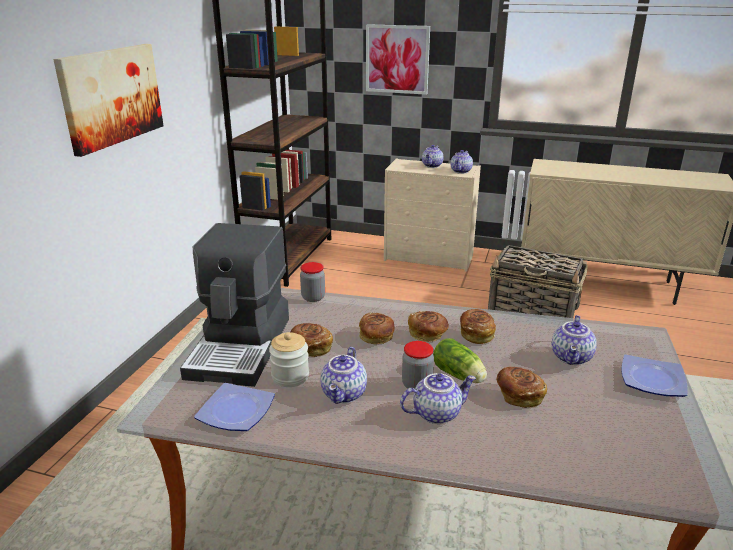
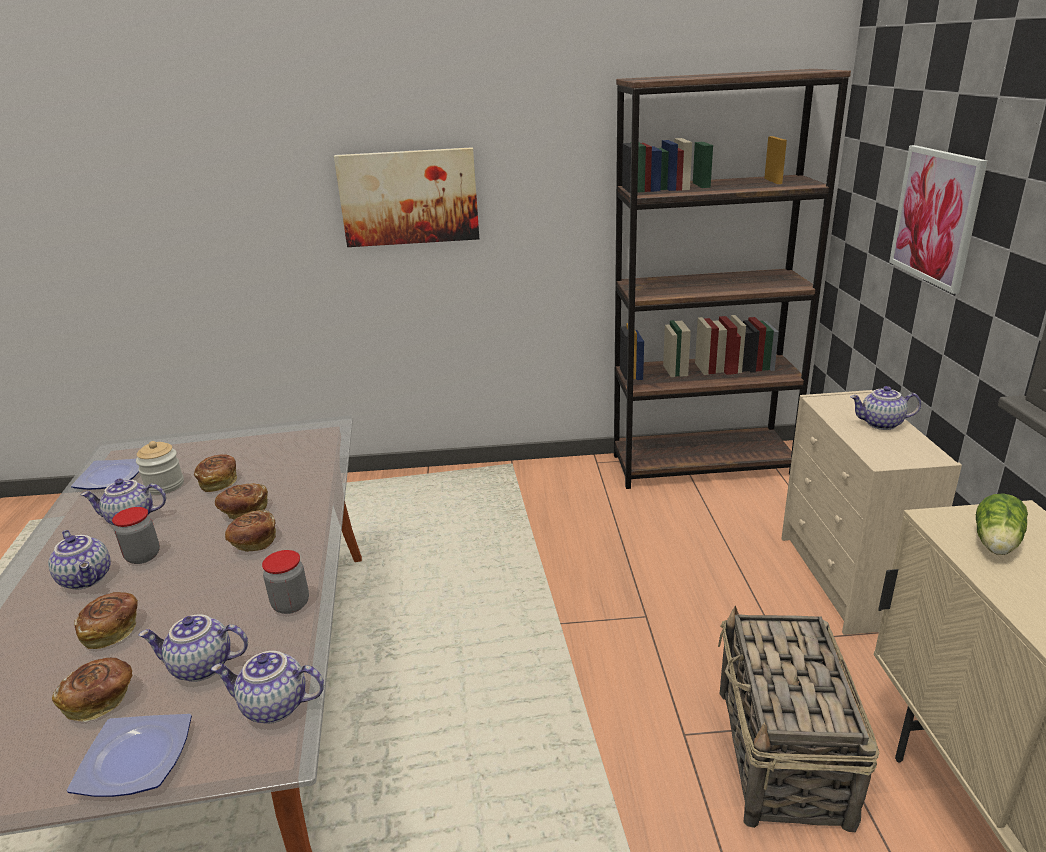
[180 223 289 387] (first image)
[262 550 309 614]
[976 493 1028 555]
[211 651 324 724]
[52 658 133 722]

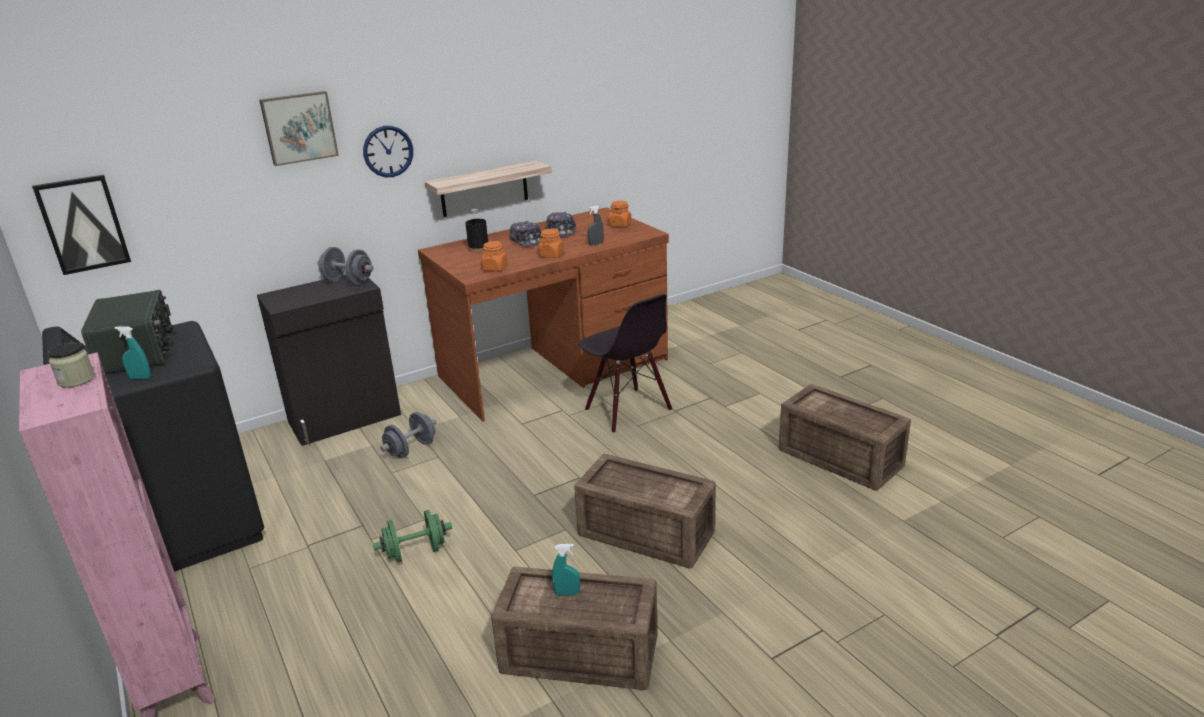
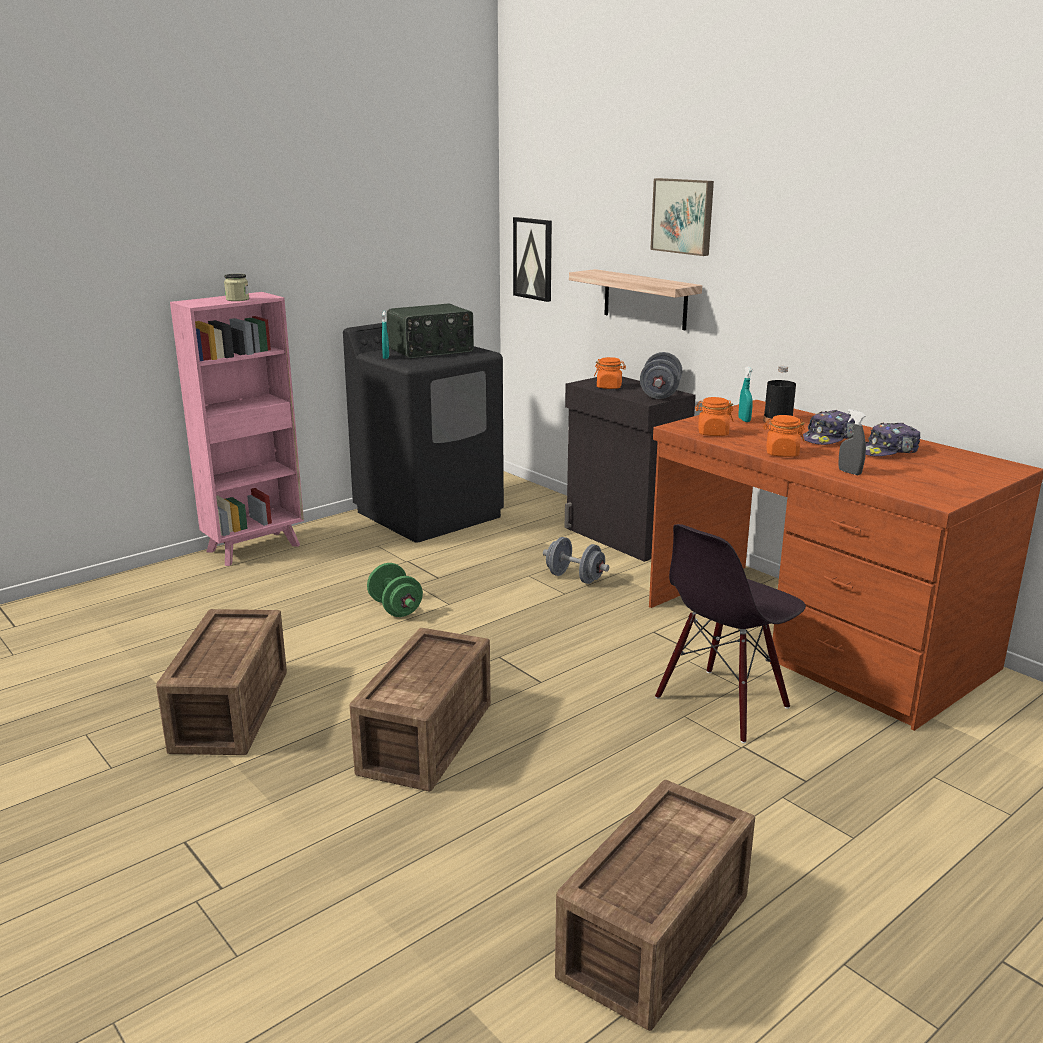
[363 126 413 177] (first image)
[569 269 702 330]
[739 366 753 422]
[594 357 626 389]

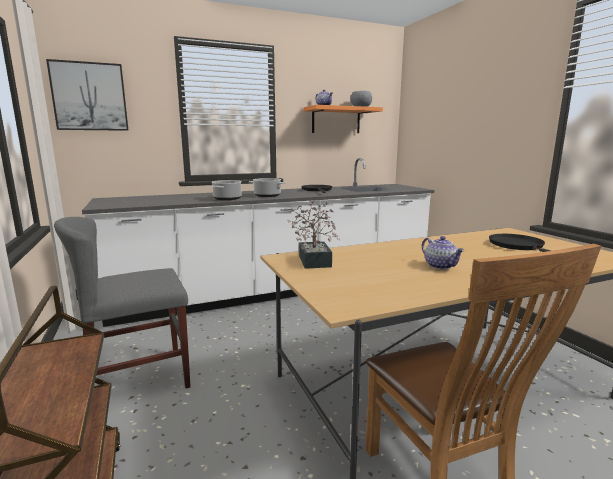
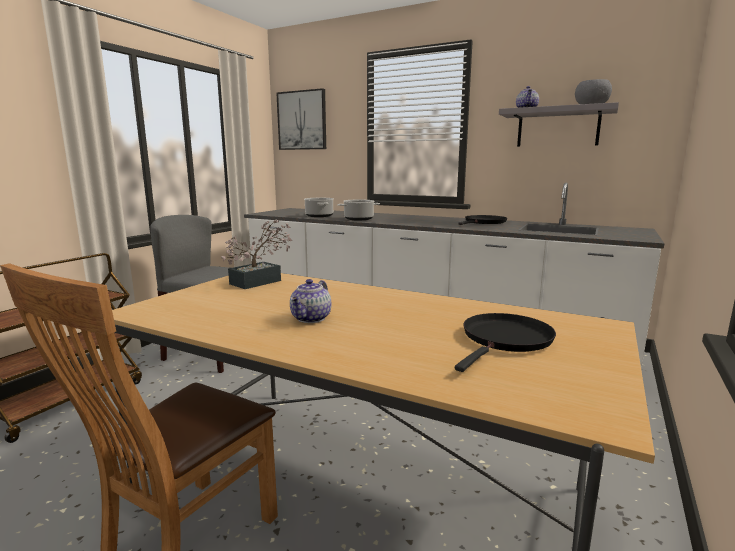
[304 198 333 217]
[499 102 619 147]

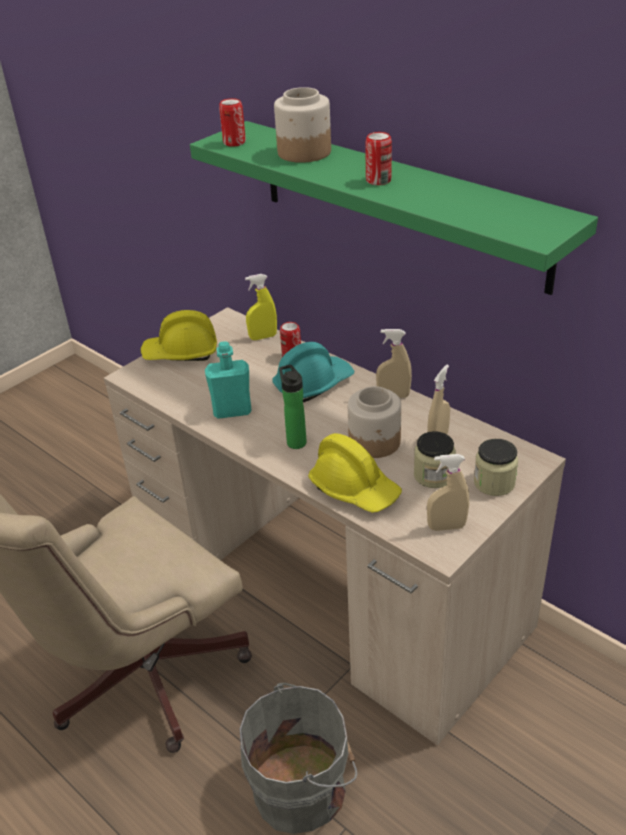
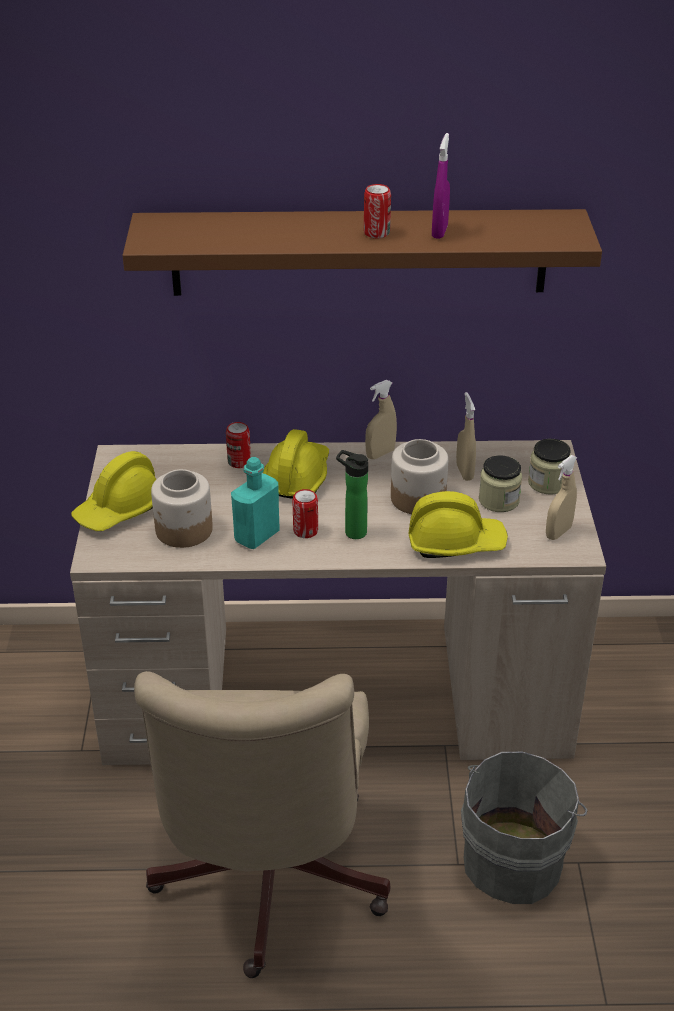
[123 209 602 296]
[292 489 318 538]
[245 274 277 340] (first image)
[263 429 329 499]
[151 469 213 548]
[432 133 450 239]

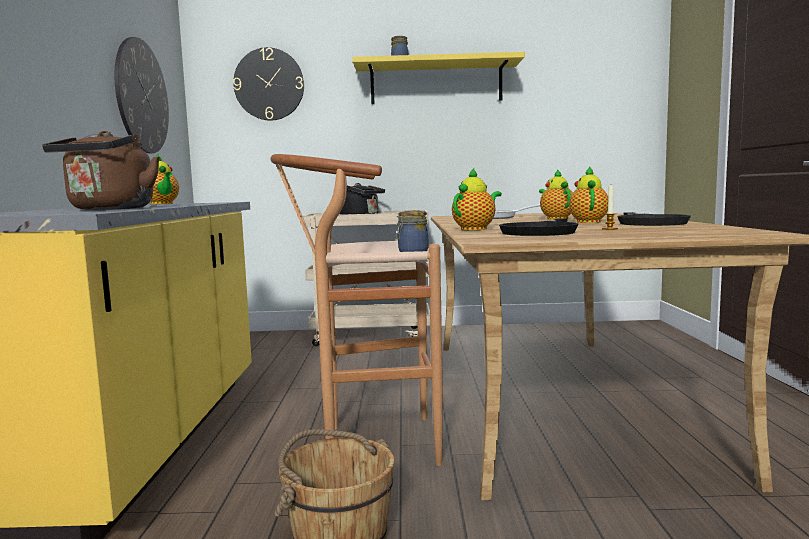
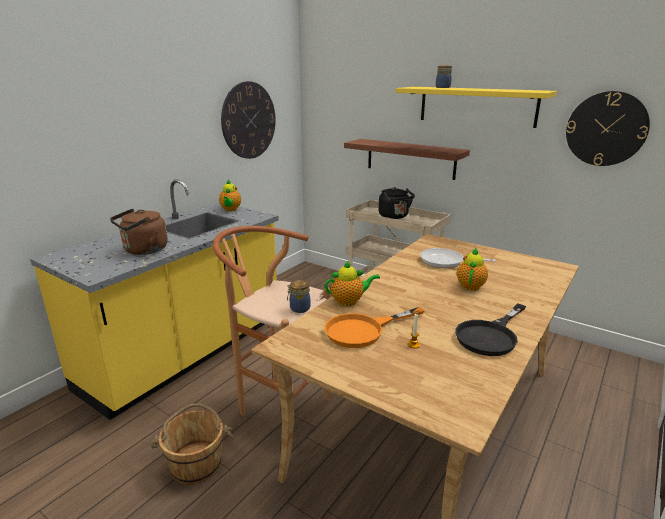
[566 91 650 166]
[325 307 424 348]
[569 166 608 223] (first image)
[344 139 470 180]

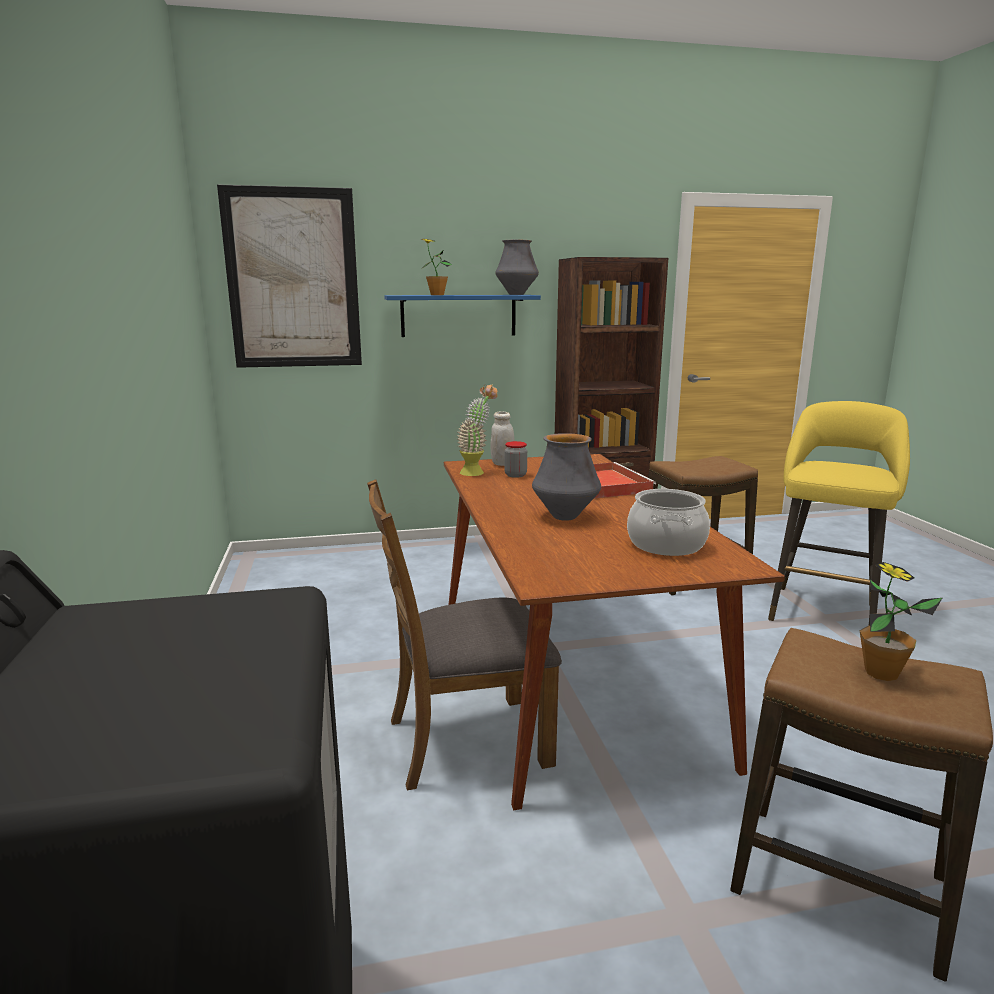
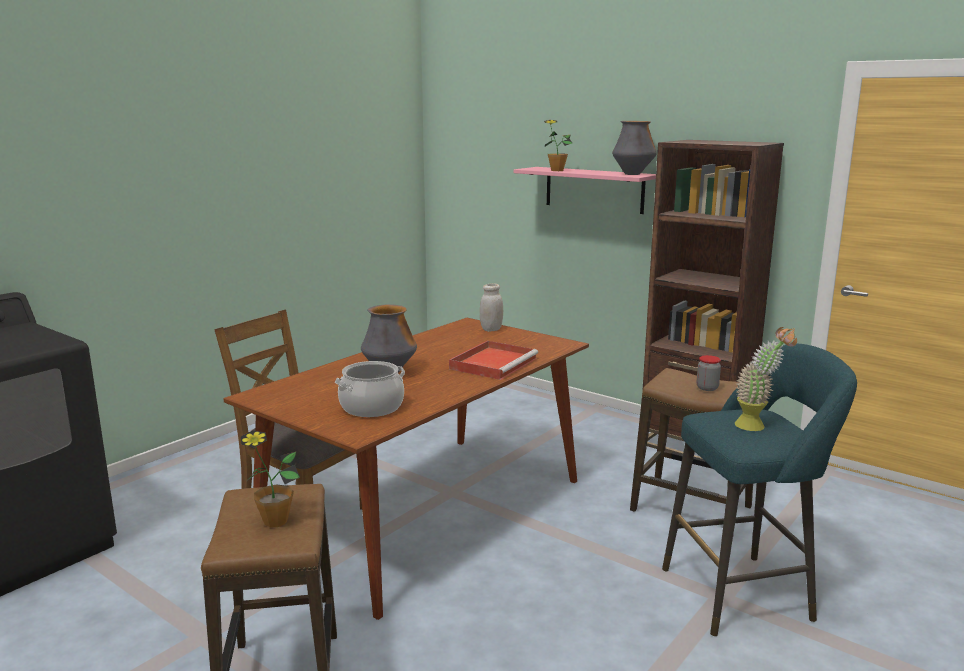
[217 184 362 368] (first image)
[514 167 656 214]
[734 327 797 431]
[697 355 721 391]
[662 344 857 636]

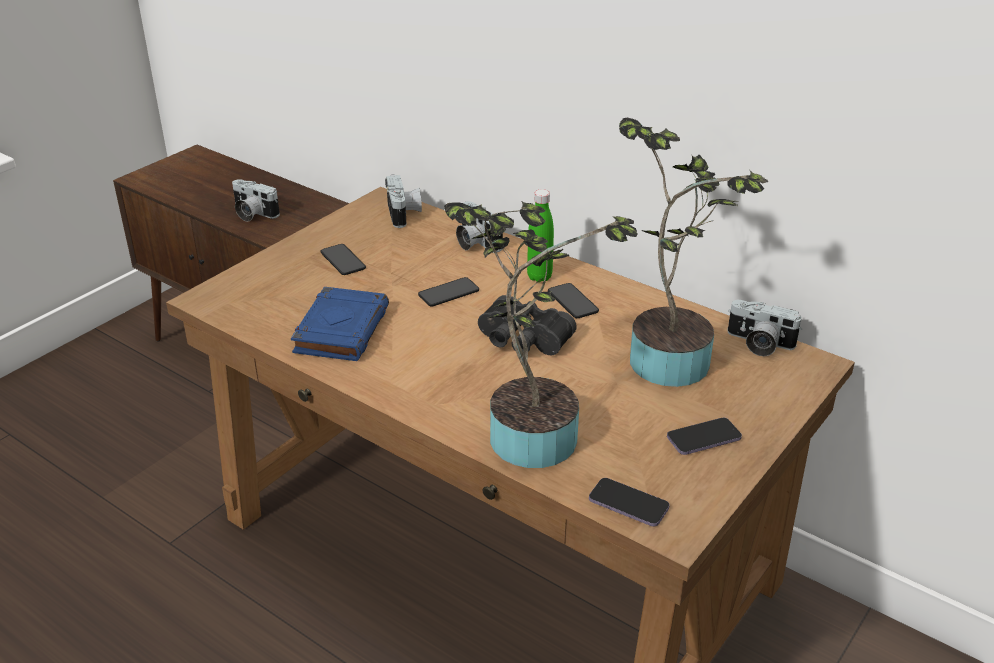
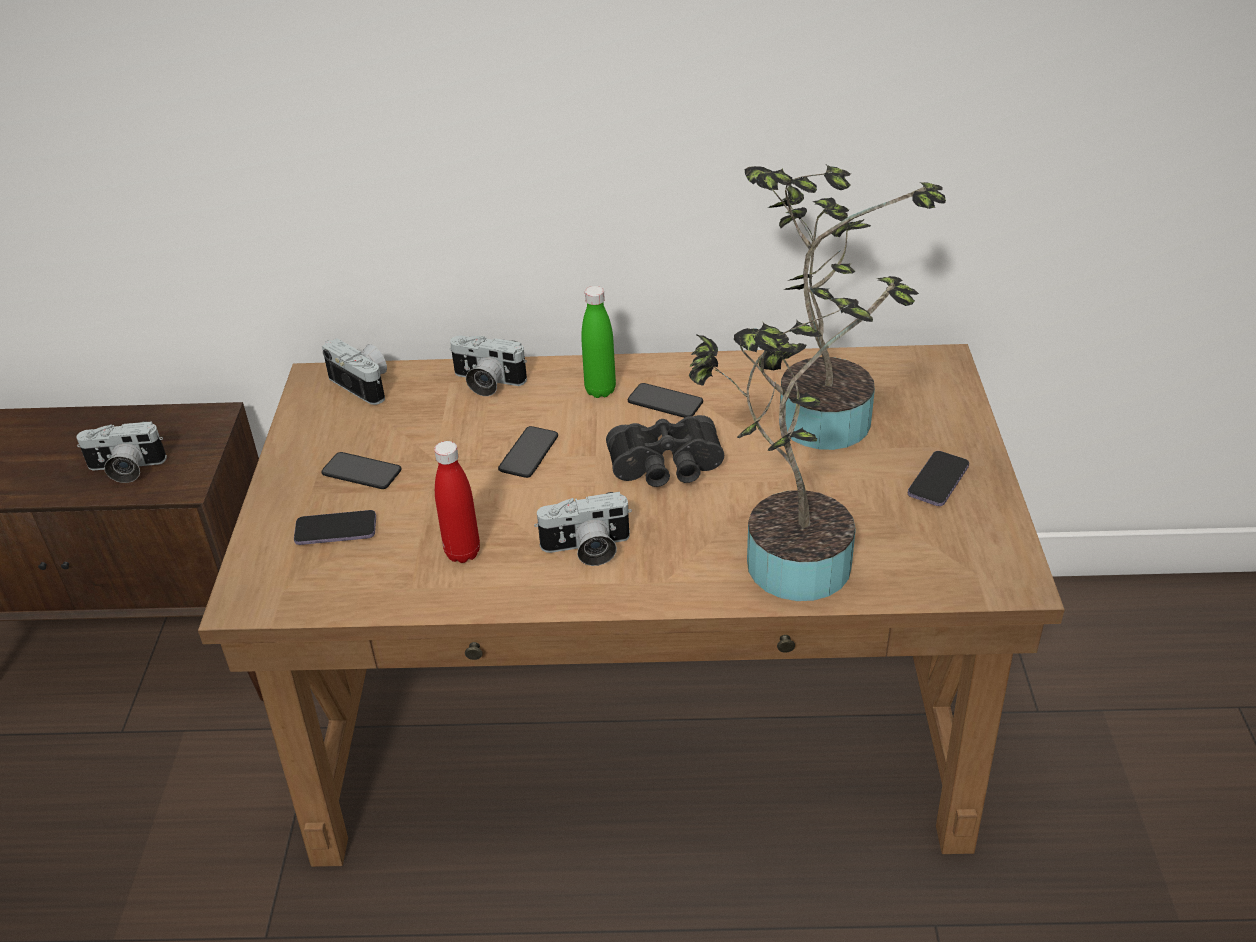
[434 441 480 563]
[294 510 376 545]
[534 492 632 566]

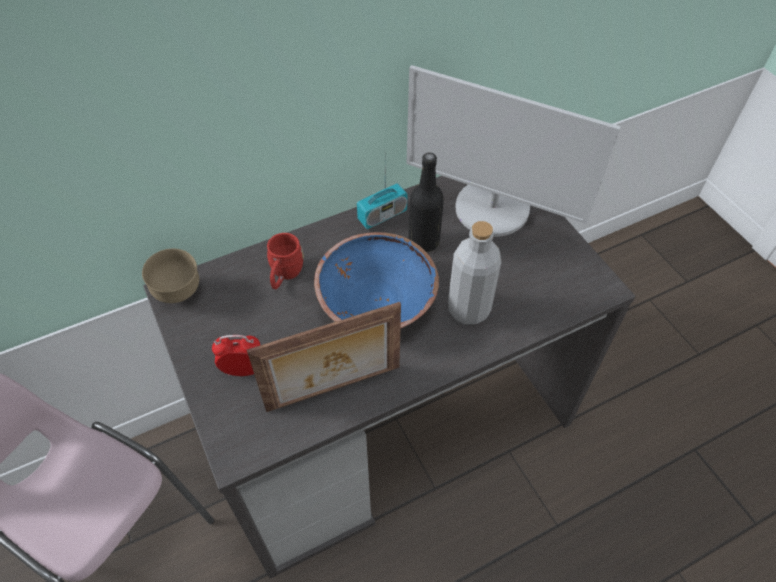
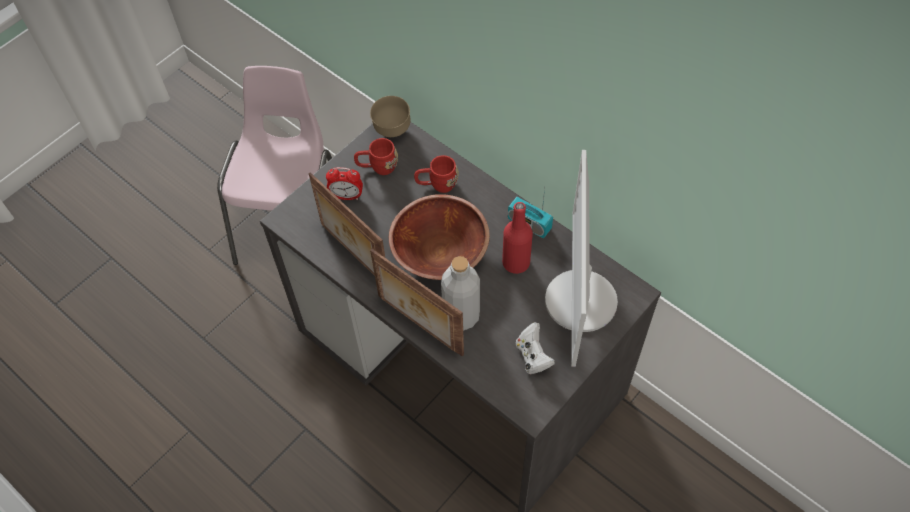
[326 167 363 200]
[389 194 490 280]
[502 202 533 274]
[354 138 398 175]
[370 249 464 356]
[516 322 555 374]

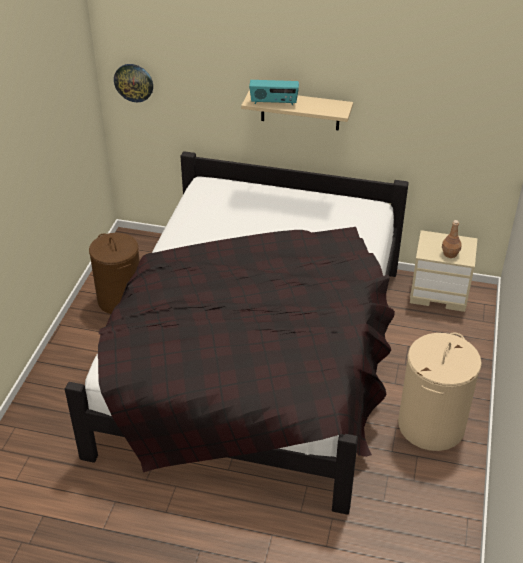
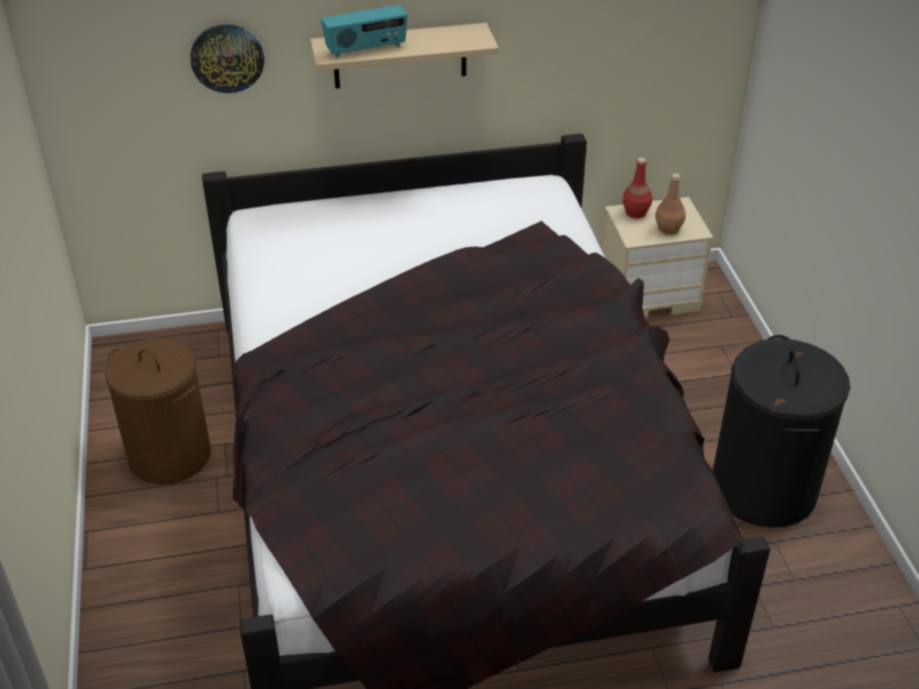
[190 24 264 93]
[713 335 850 528]
[622 157 652 219]

